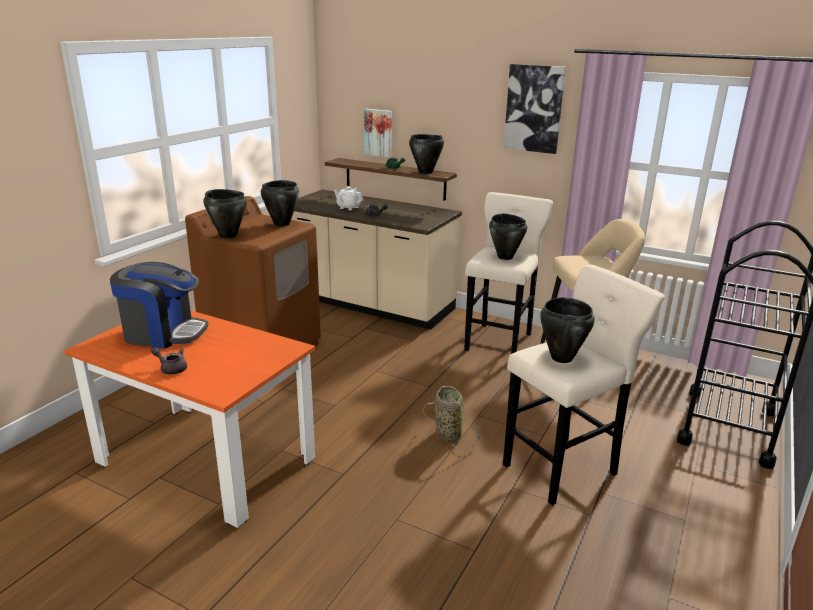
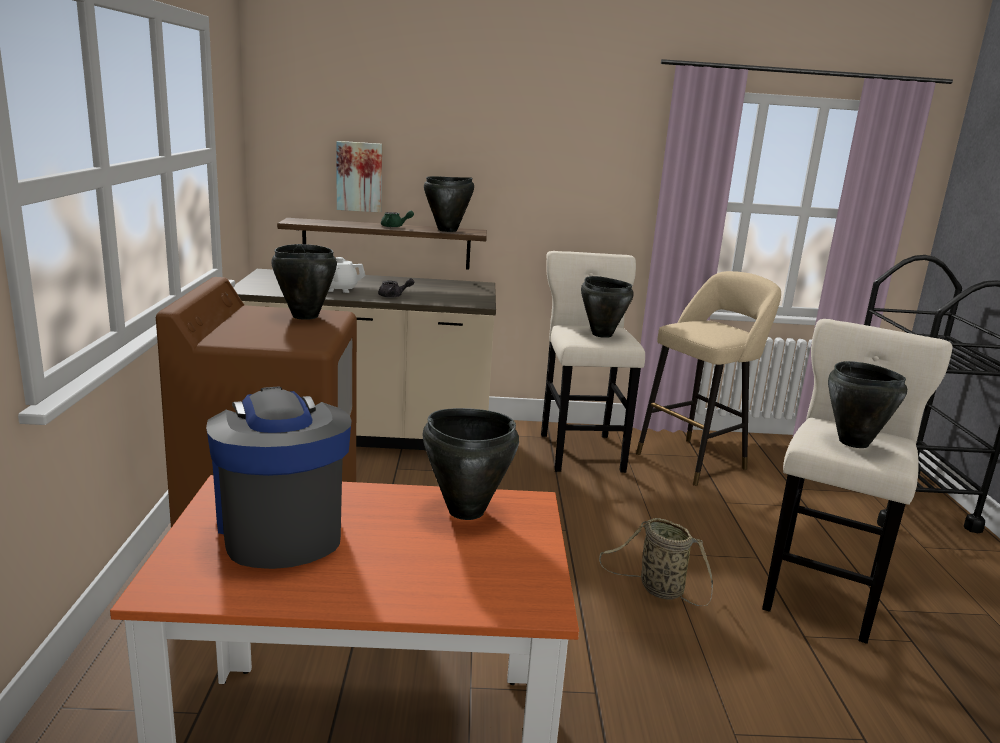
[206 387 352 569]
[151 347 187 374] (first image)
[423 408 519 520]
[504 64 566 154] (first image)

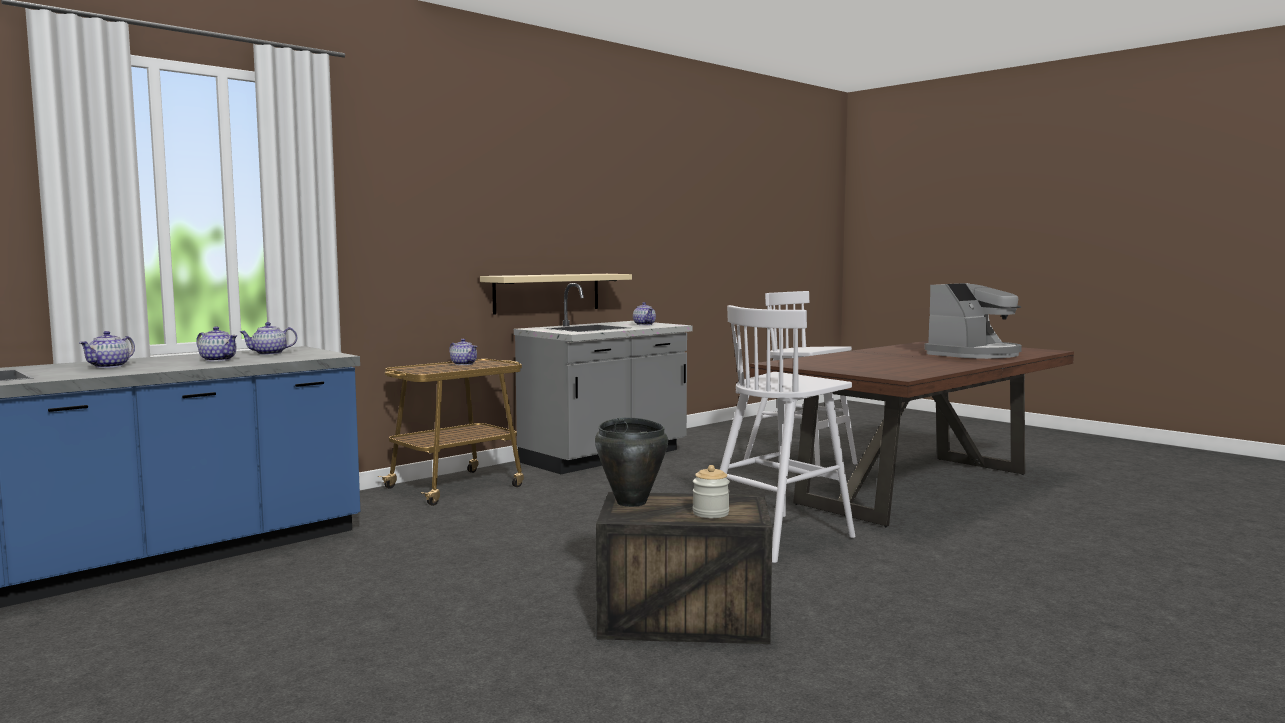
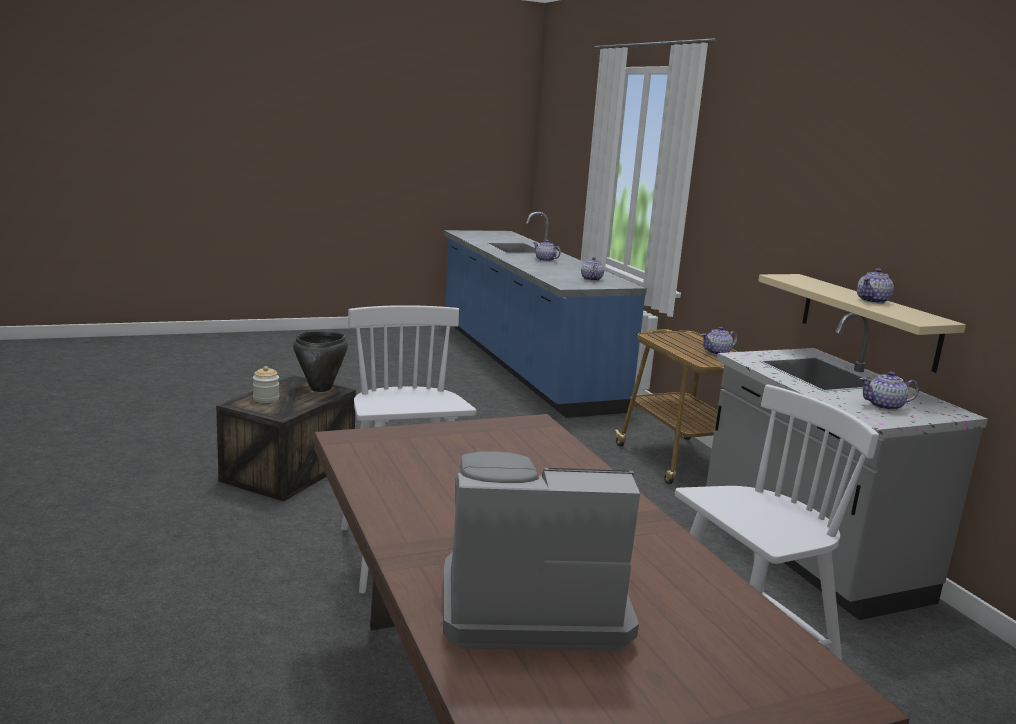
[857 269 894 304]
[443 451 640 651]

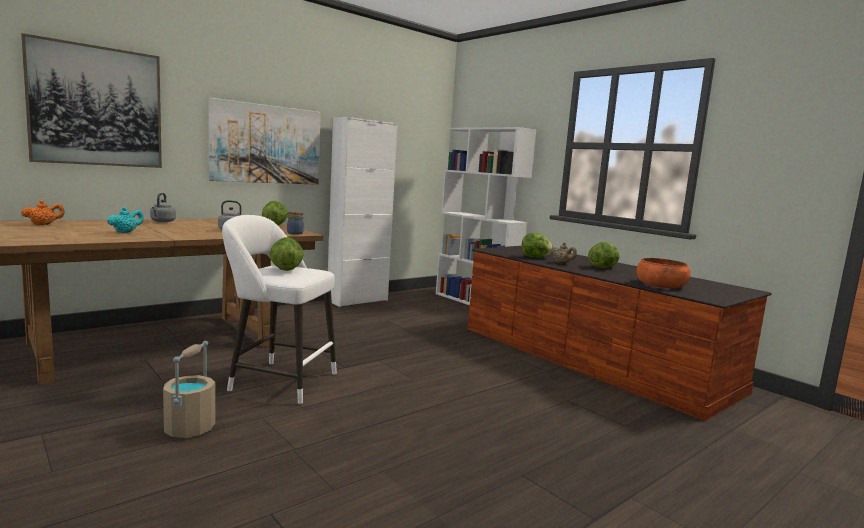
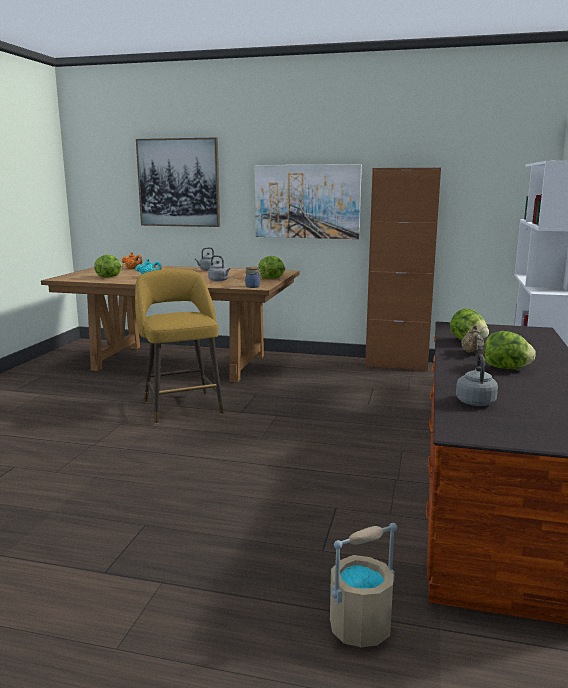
[330 523 397 647]
[135 269 224 424]
[94 255 122 278]
[365 168 441 371]
[456 354 498 406]

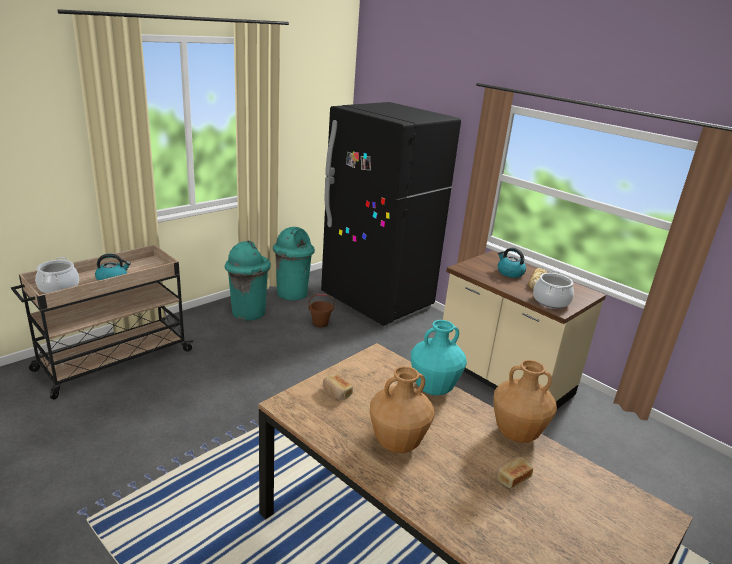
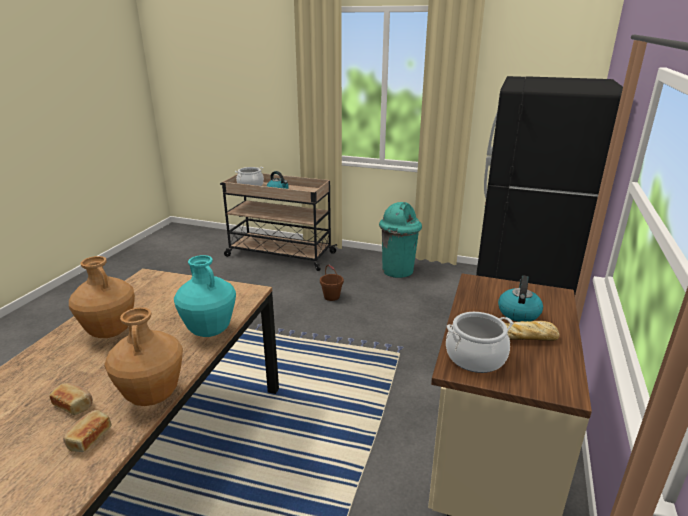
[273 227 315 300] (first image)
[320 265 344 301]
[63 410 111 452]

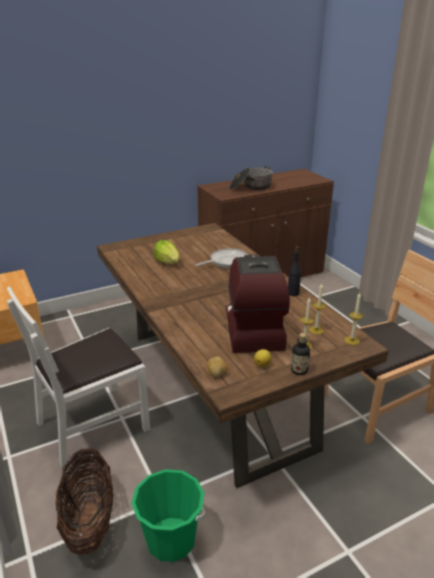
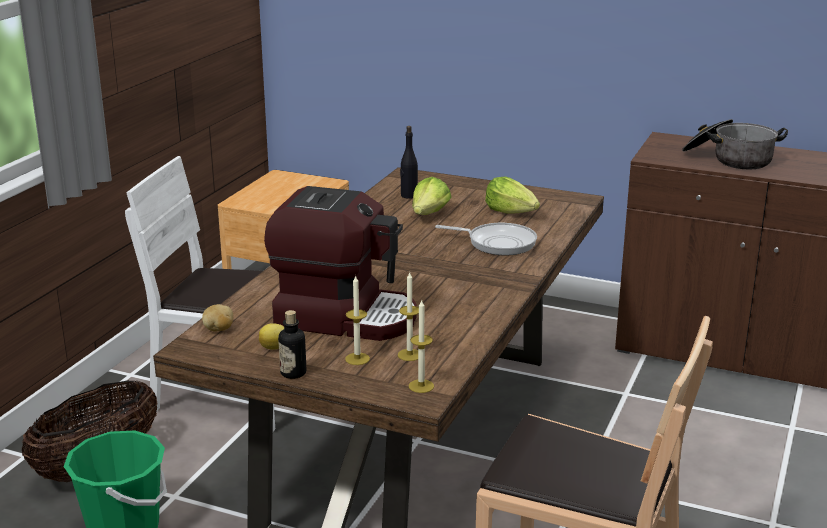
[264 186 417 341]
[400 126 418 199]
[485 176 540 214]

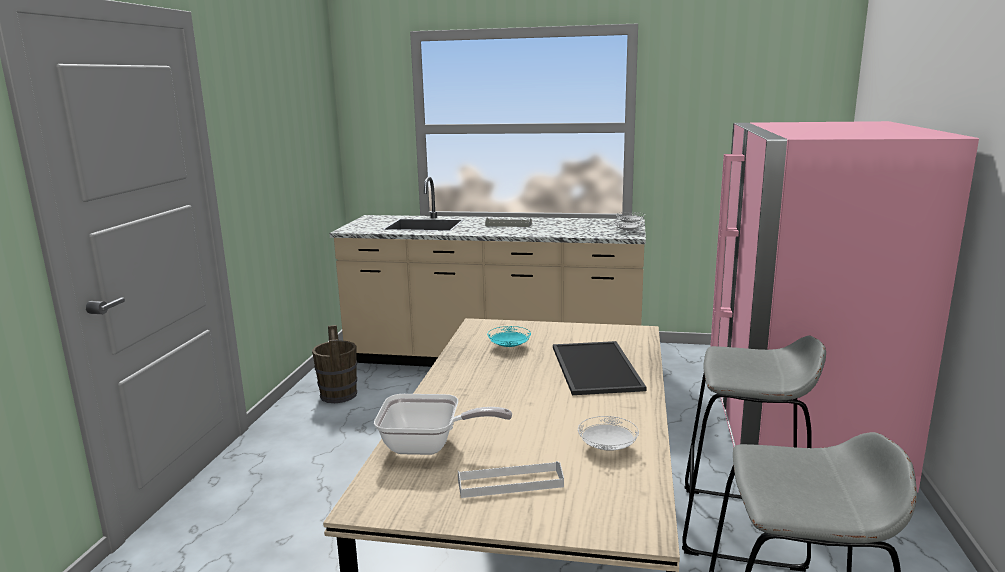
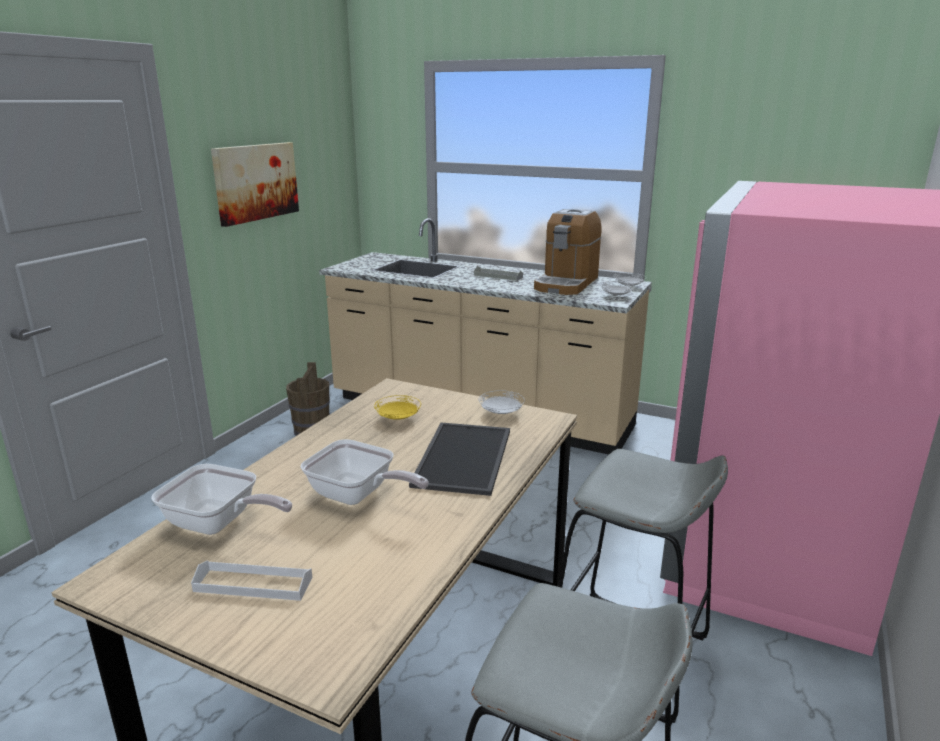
[374 395 421 420]
[479 390 525 414]
[211 142 299 227]
[300 439 429 505]
[534 209 602 295]

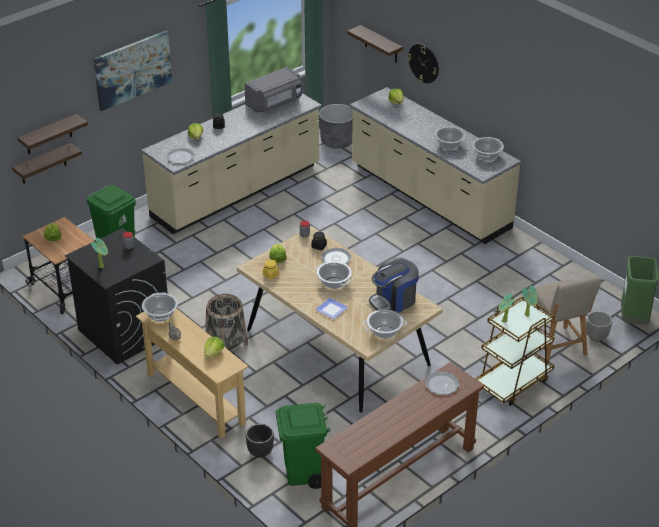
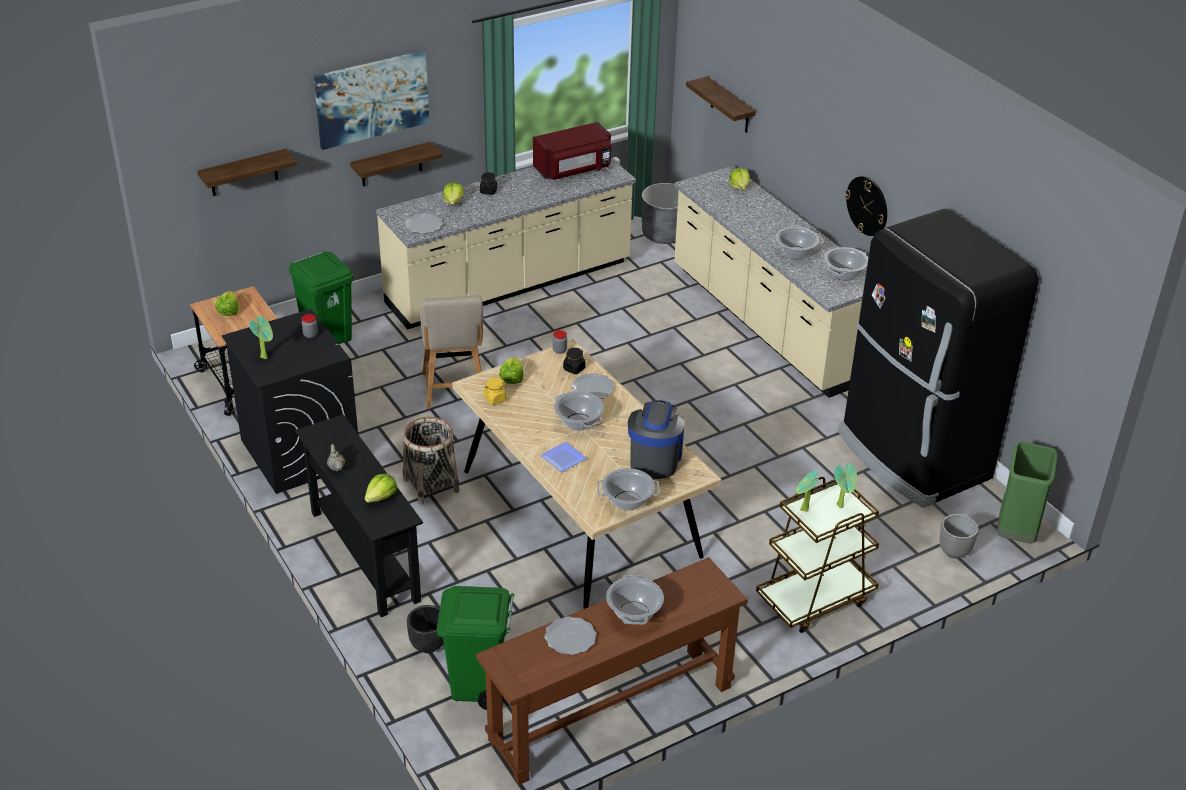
[350 142 442 186]
[295 414 423 617]
[606 575 664 624]
[533 122 611 180]
[628 400 685 479]
[845 176 887 236]
[544 616 597 655]
[420 295 483 409]
[838 209 1038 508]

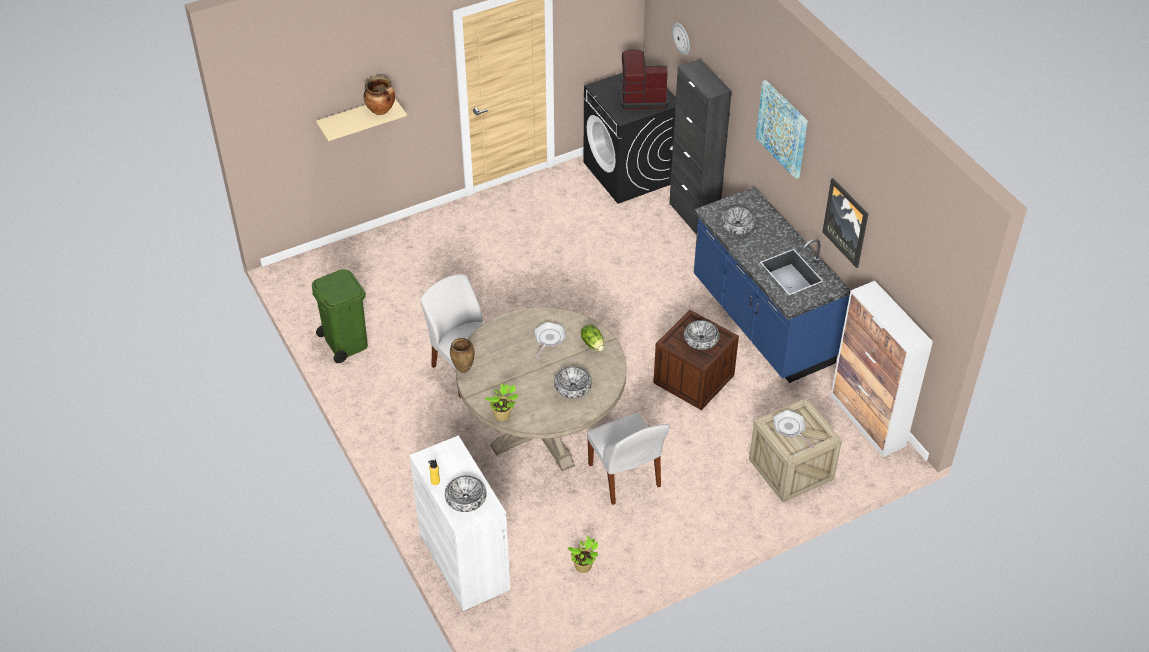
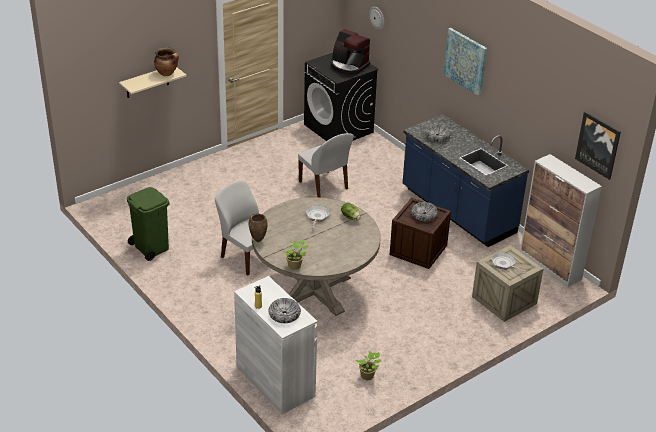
[554 366 592 399] (first image)
[298 133 354 197]
[331 29 370 75]
[669 59 732 235] (first image)
[575 112 621 180]

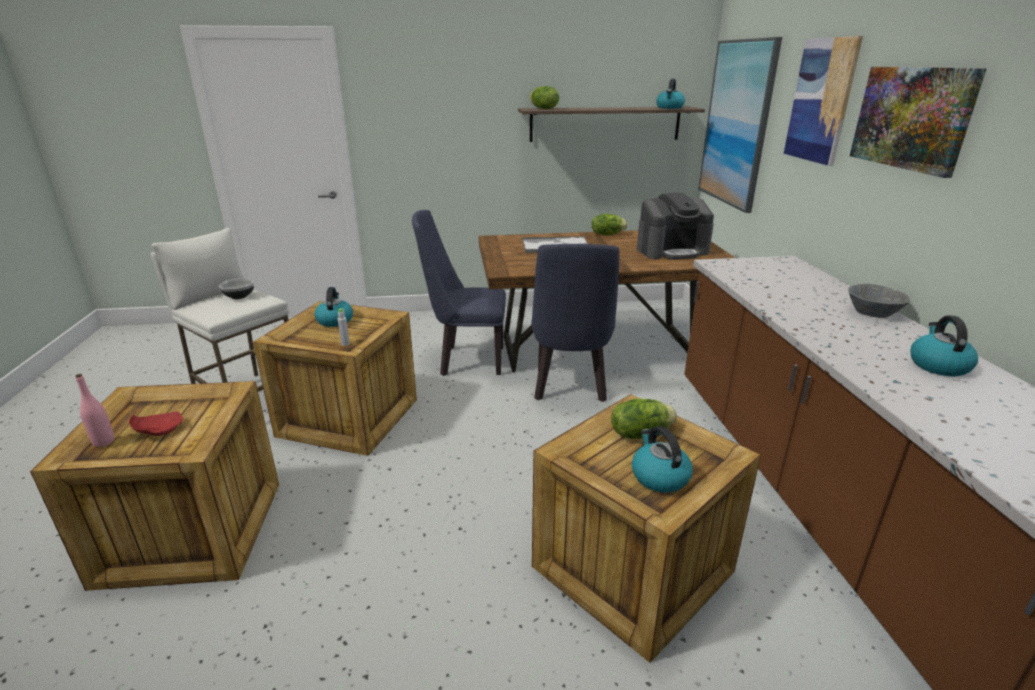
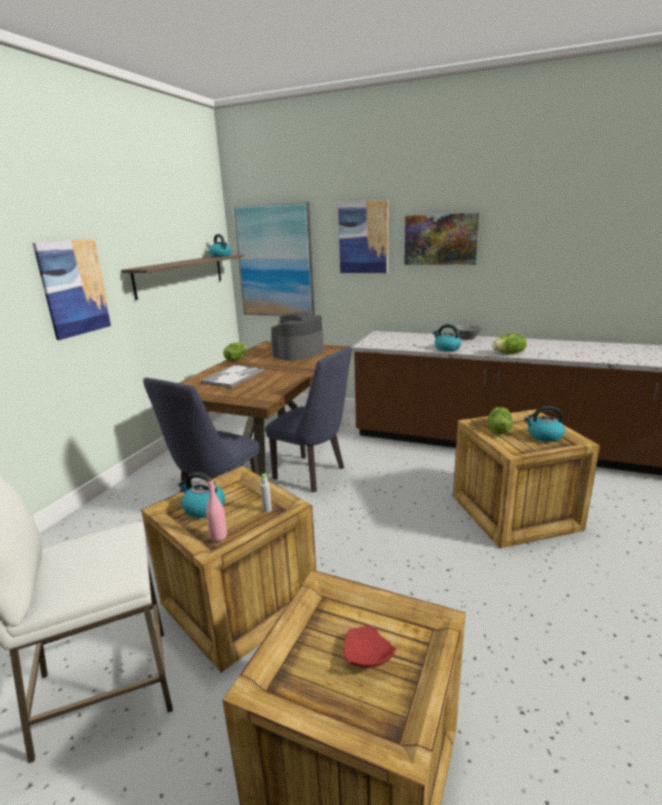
[206 478 227 542]
[219 278 254 299] (first image)
[492 333 527 354]
[271 312 324 361]
[433 324 461 351]
[33 239 112 340]

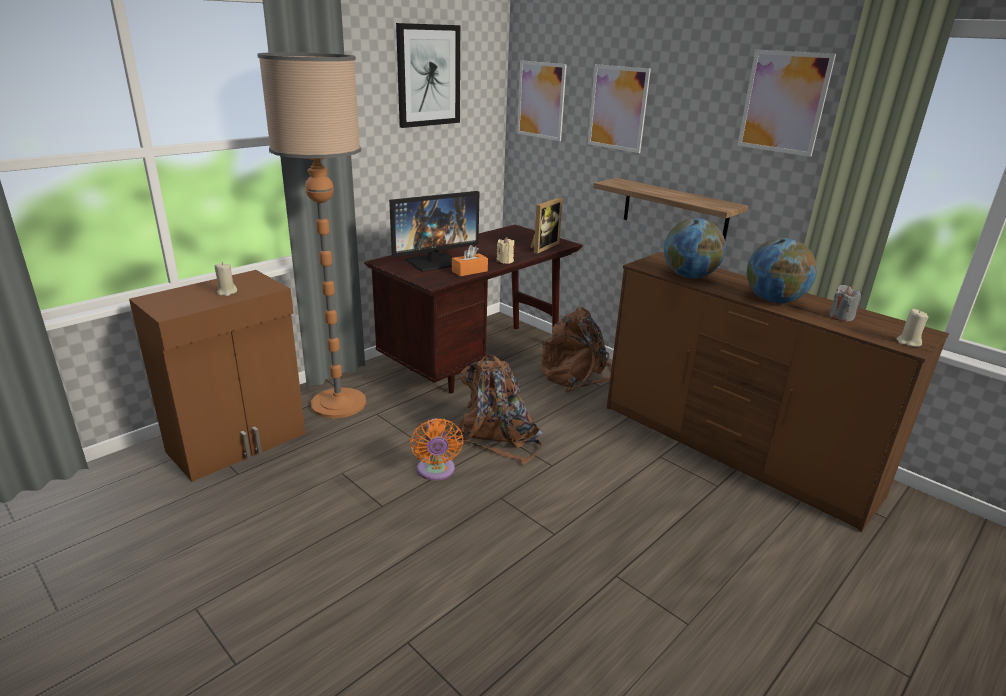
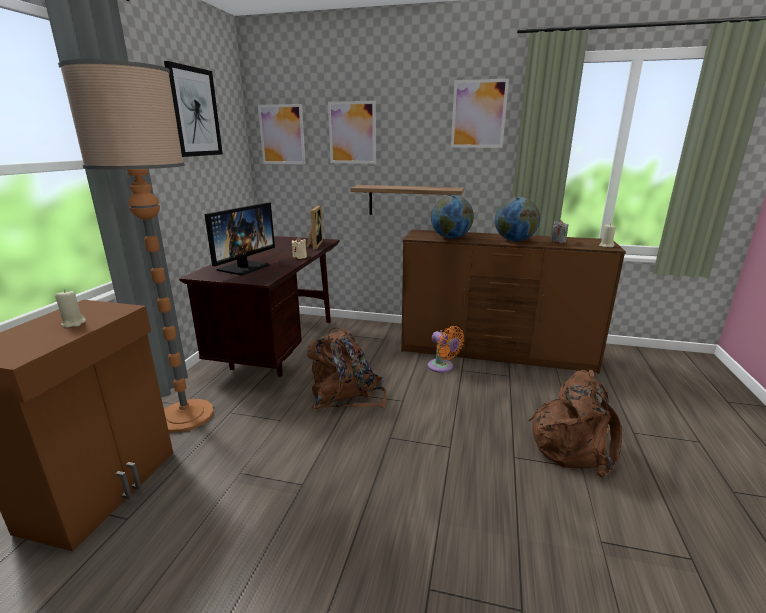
[428 326 464 373]
[452 245 488 277] (first image)
[529 369 622 477]

